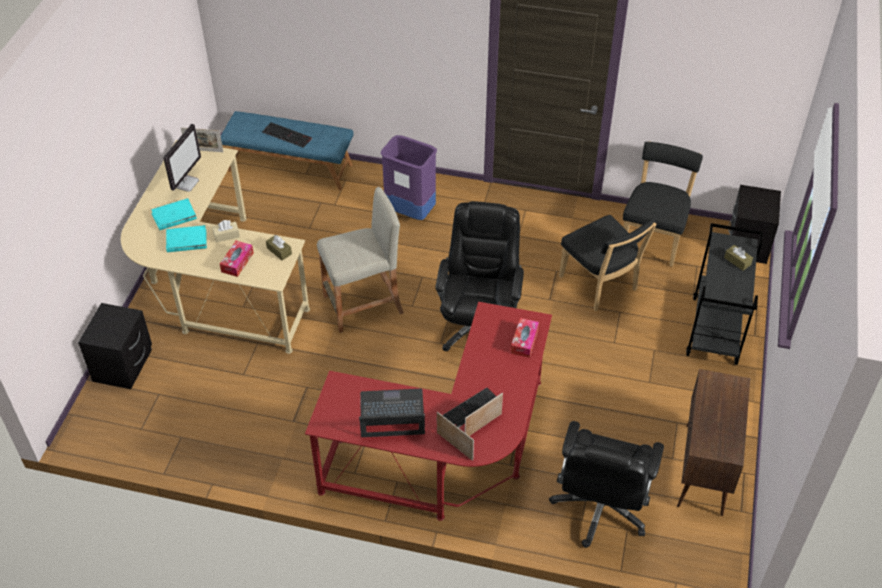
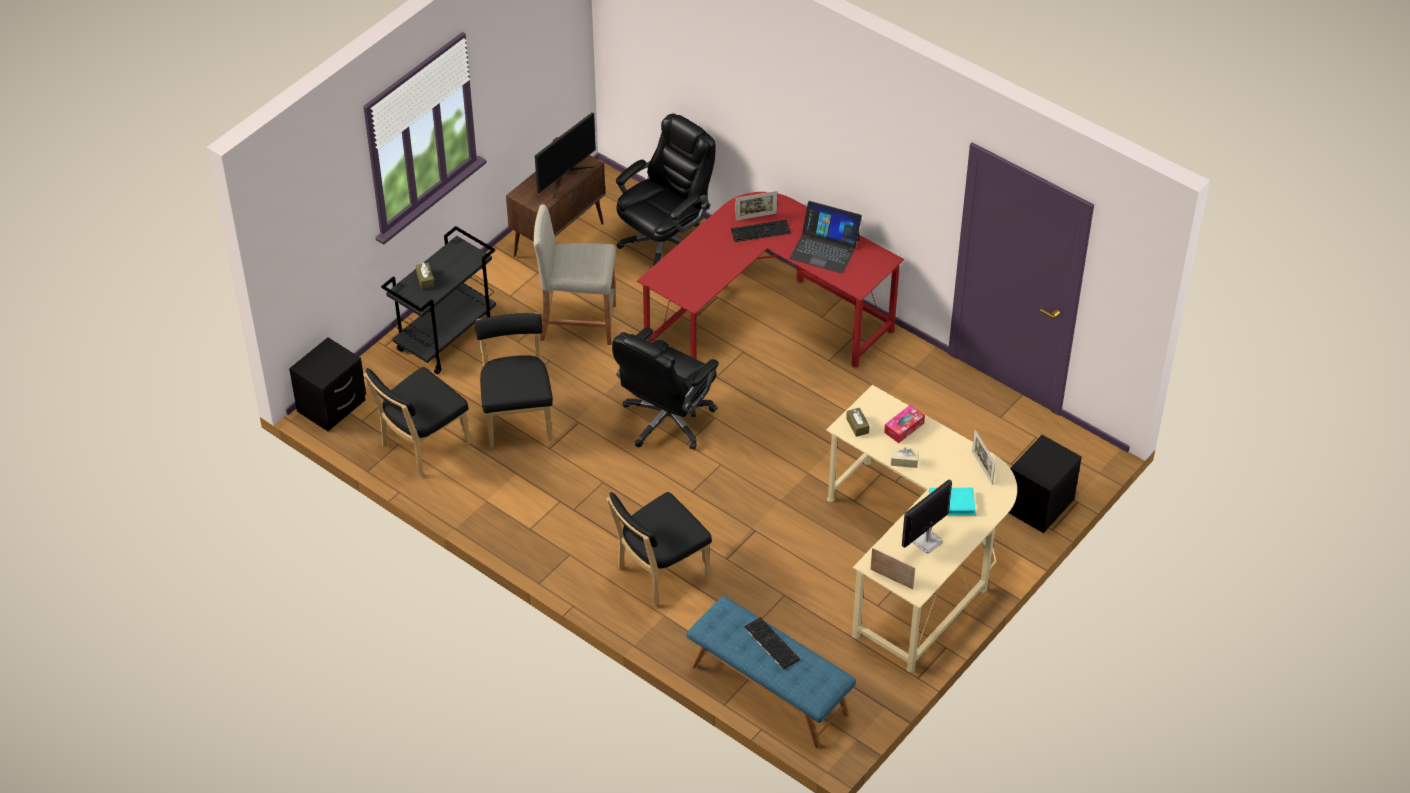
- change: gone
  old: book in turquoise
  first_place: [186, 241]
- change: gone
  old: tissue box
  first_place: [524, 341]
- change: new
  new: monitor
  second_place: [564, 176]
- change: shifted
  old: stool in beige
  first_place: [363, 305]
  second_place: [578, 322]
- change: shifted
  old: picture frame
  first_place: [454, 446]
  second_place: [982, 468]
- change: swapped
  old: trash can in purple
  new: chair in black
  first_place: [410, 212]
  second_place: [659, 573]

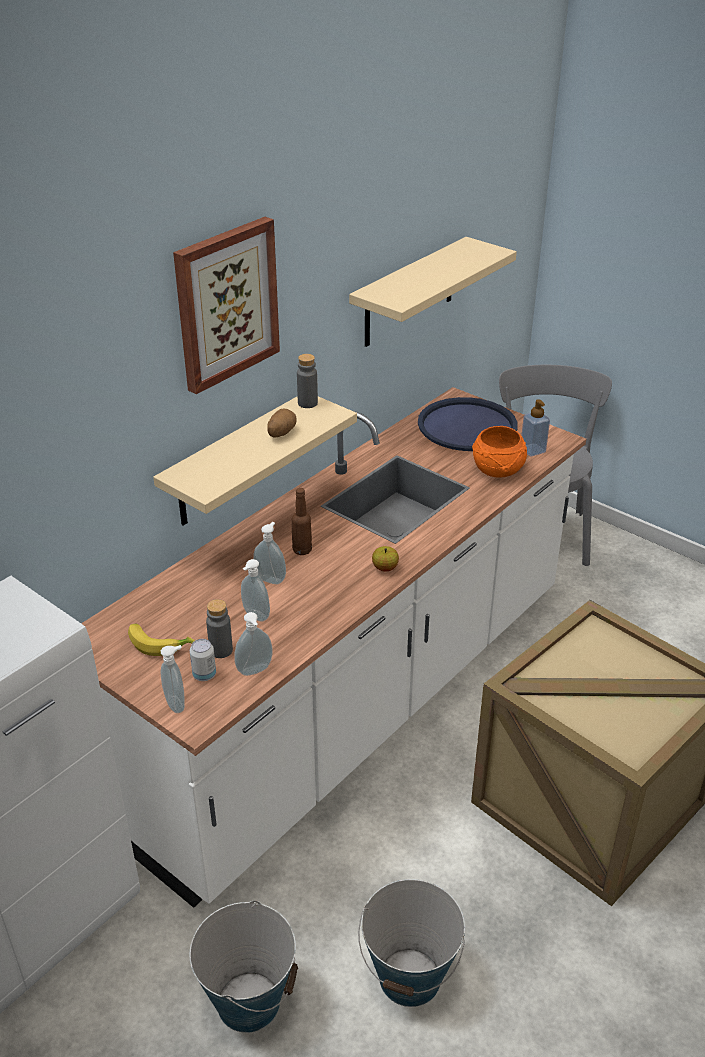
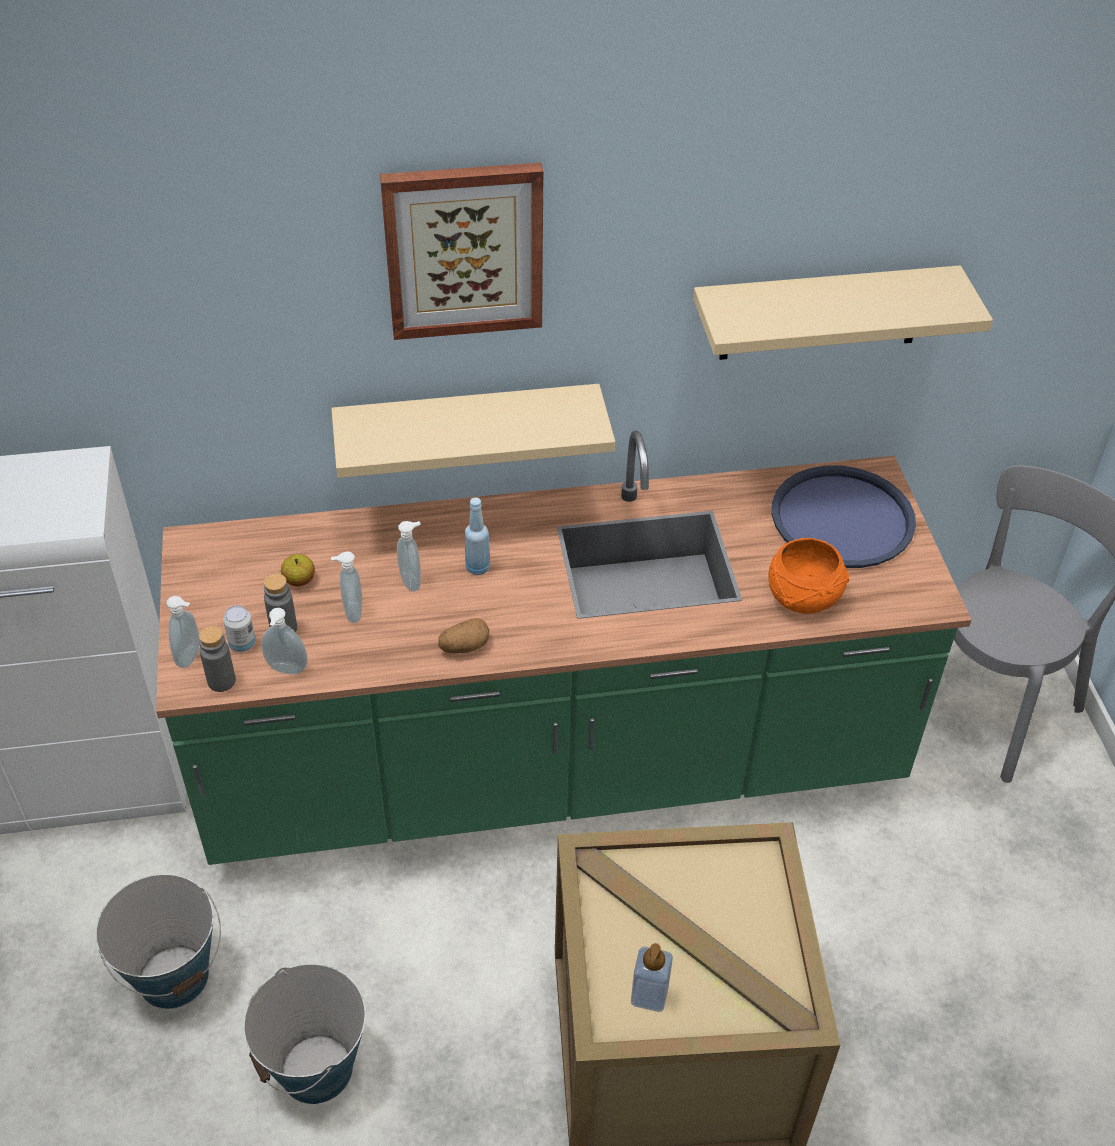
- change: gone
  old: banana
  first_place: [159, 643]
- change: shifted
  old: potato
  first_place: [281, 433]
  second_place: [464, 647]
- change: shifted
  old: bottle in grey
  first_place: [307, 403]
  second_place: [221, 681]
- change: shifted
  old: apple
  first_place: [385, 568]
  second_place: [299, 580]
- change: shifted
  old: soap dispenser
  first_place: [532, 450]
  second_place: [649, 995]
- change: repainted
  old: counter in white
  new: counter in green
  first_place: [352, 703]
  second_place: [553, 764]
- change: repainted
  old: bottle in brown
  new: bottle in blue
  first_place: [302, 550]
  second_place: [477, 567]

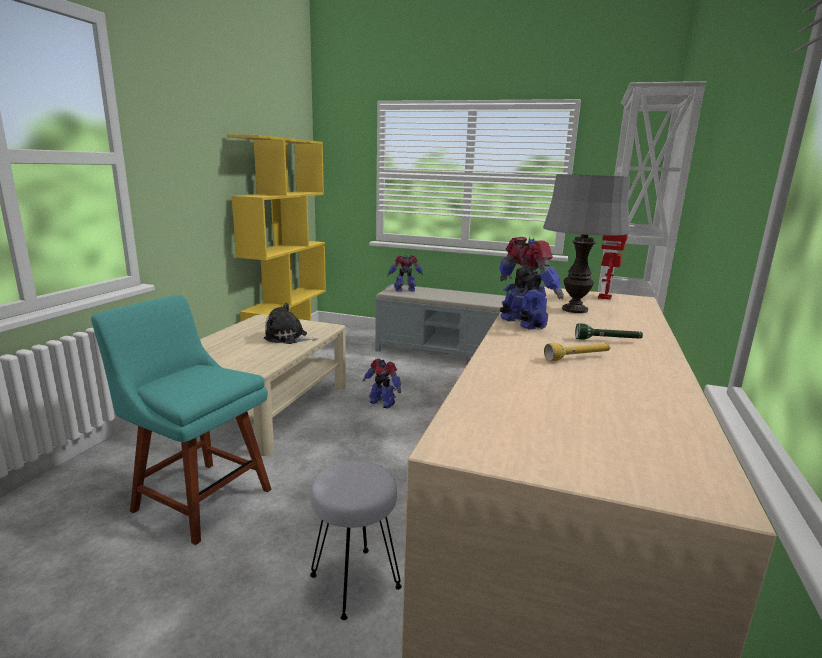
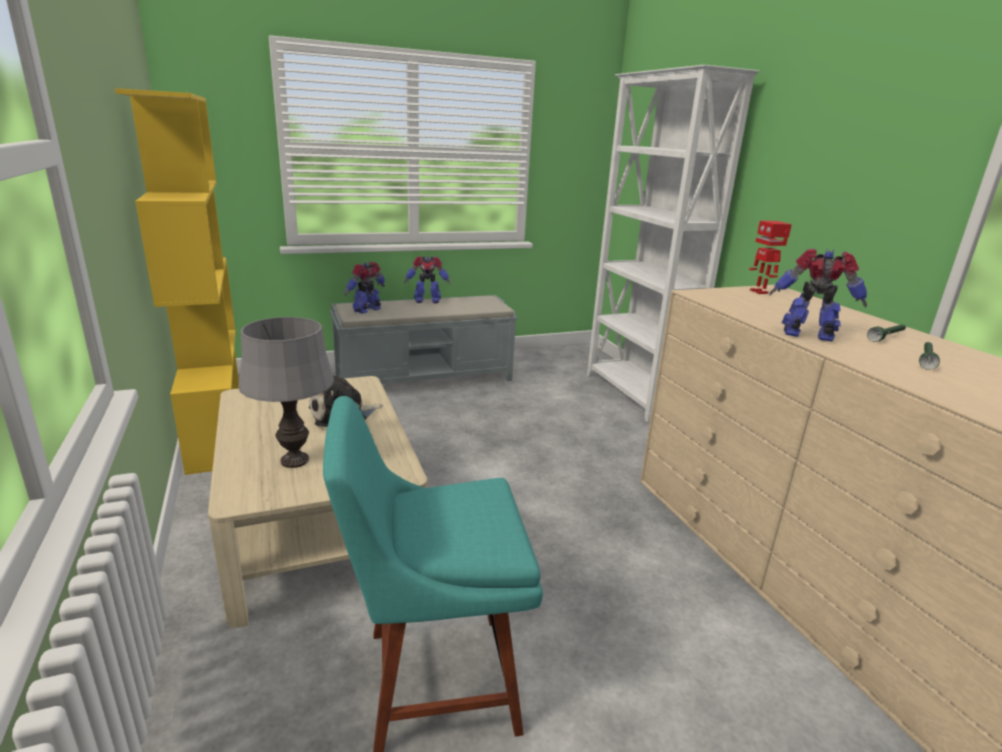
- change: gone
  old: stool in grey
  first_place: [354, 582]
- change: shifted
  old: toy robot
  first_place: [382, 402]
  second_place: [427, 301]
- change: shifted
  old: table lamp in grey
  first_place: [574, 310]
  second_place: [295, 461]
- change: repainted
  old: flashlight in yellow
  new: flashlight in green
  first_place: [577, 358]
  second_place: [926, 360]

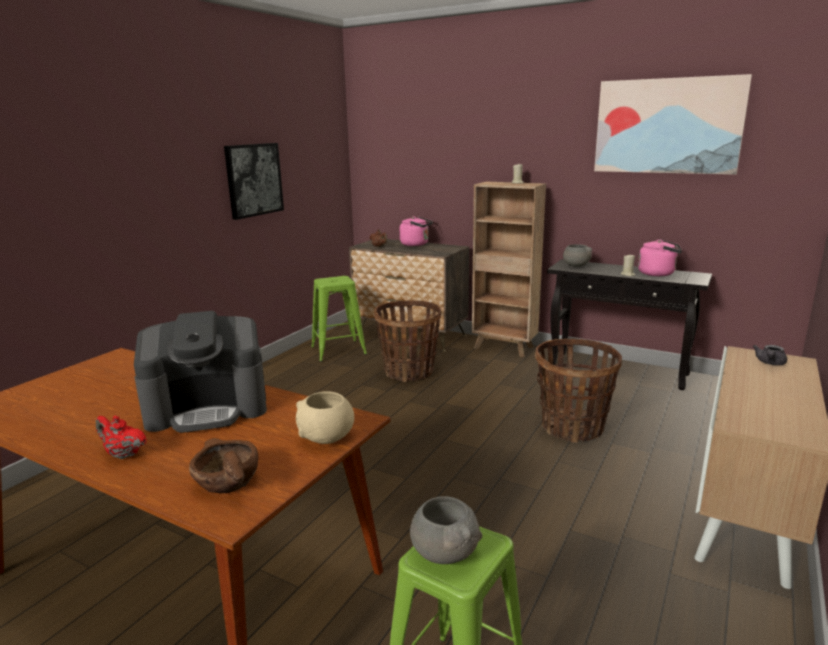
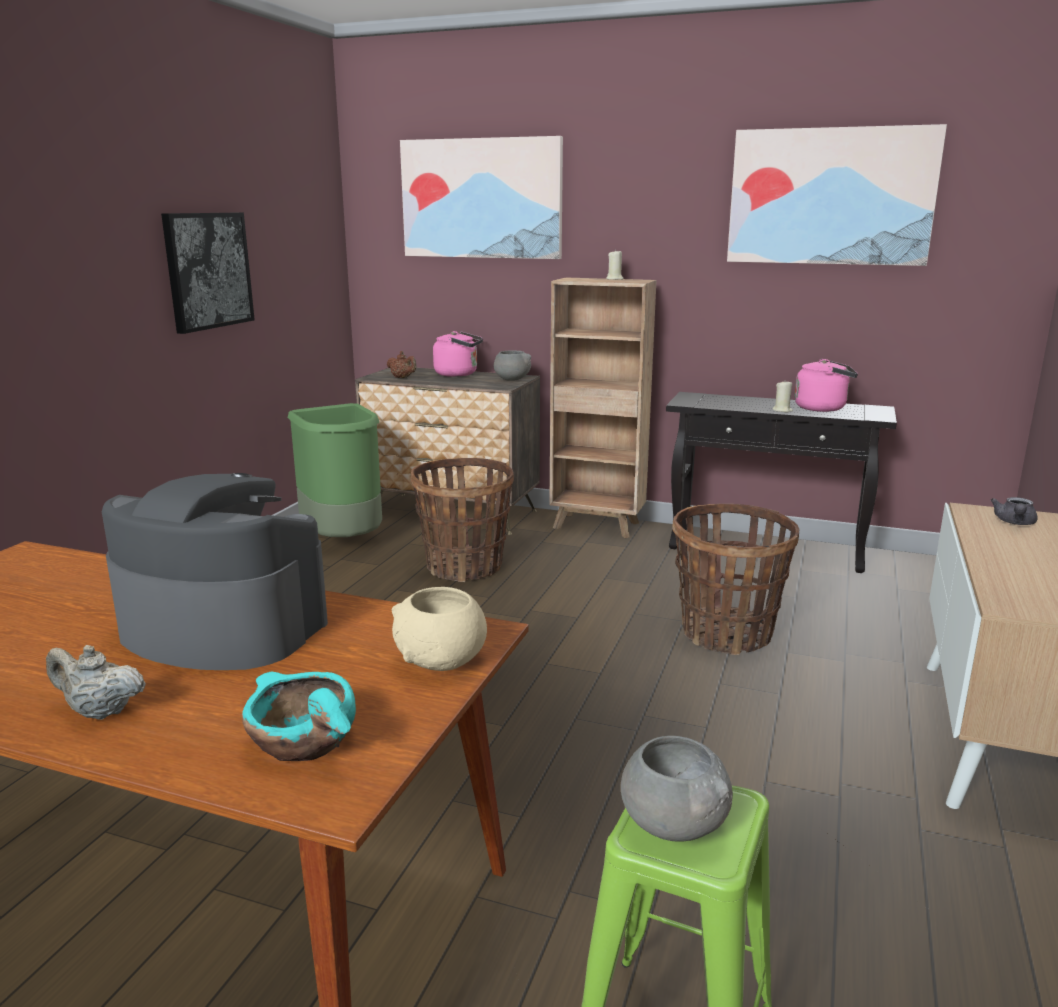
- change: new
  new: picture
  second_place: [482, 199]
- change: shifted
  old: bowl in grey
  first_place: [576, 265]
  second_place: [512, 379]
- change: swapped
  old: stool in green
  new: trash can in green
  first_place: [338, 351]
  second_place: [345, 541]
- change: repainted
  old: teapot in red
  new: teapot in beige
  first_place: [123, 454]
  second_place: [100, 712]
- change: repainted
  old: bowl in brown
  new: bowl in turquoise
  first_place: [227, 481]
  second_place: [303, 741]
- change: rotated
  old: coffee machine
  first_place: [208, 408]
  second_place: [222, 628]
  degrees: -135

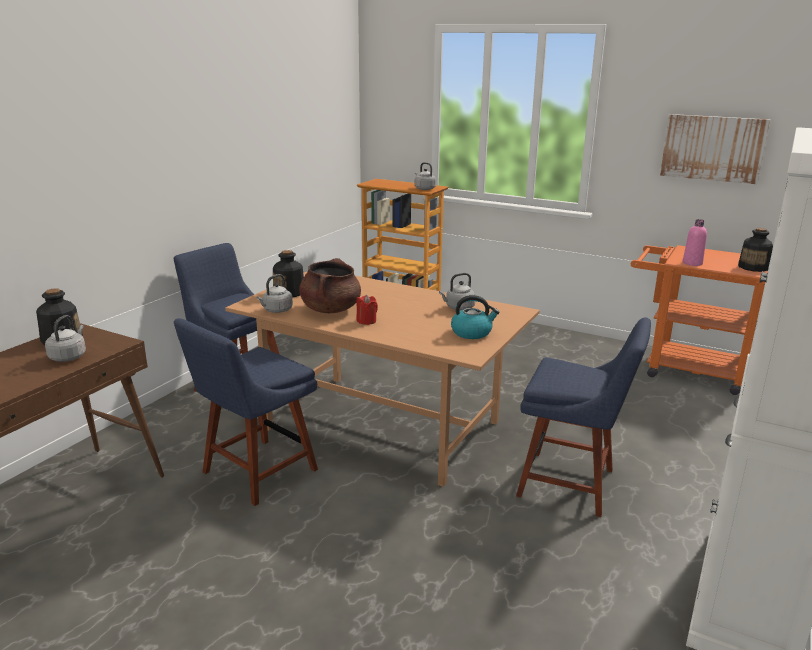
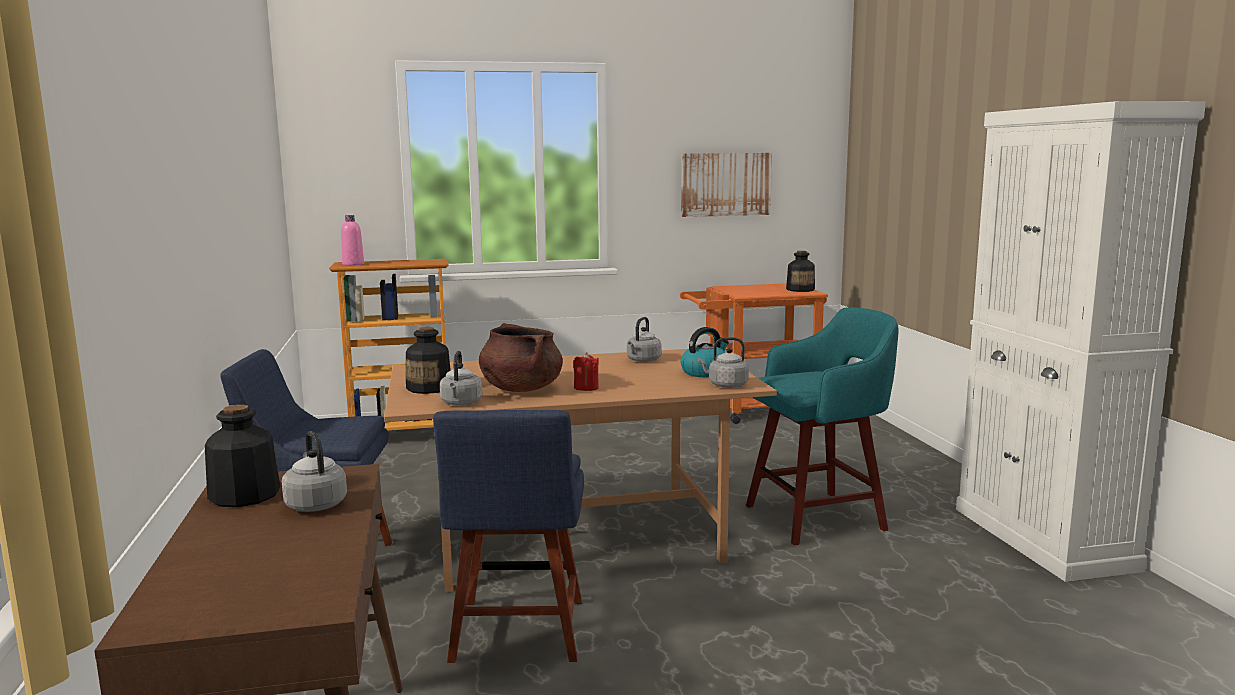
- change: shifted
  old: kettle in grey
  first_place: [424, 188]
  second_place: [725, 385]
- change: shifted
  old: bottle in pink
  first_place: [692, 263]
  second_place: [353, 264]
- change: swapped
  old: chair in blue
  new: stool in turquoise
  first_place: [572, 484]
  second_place: [819, 517]

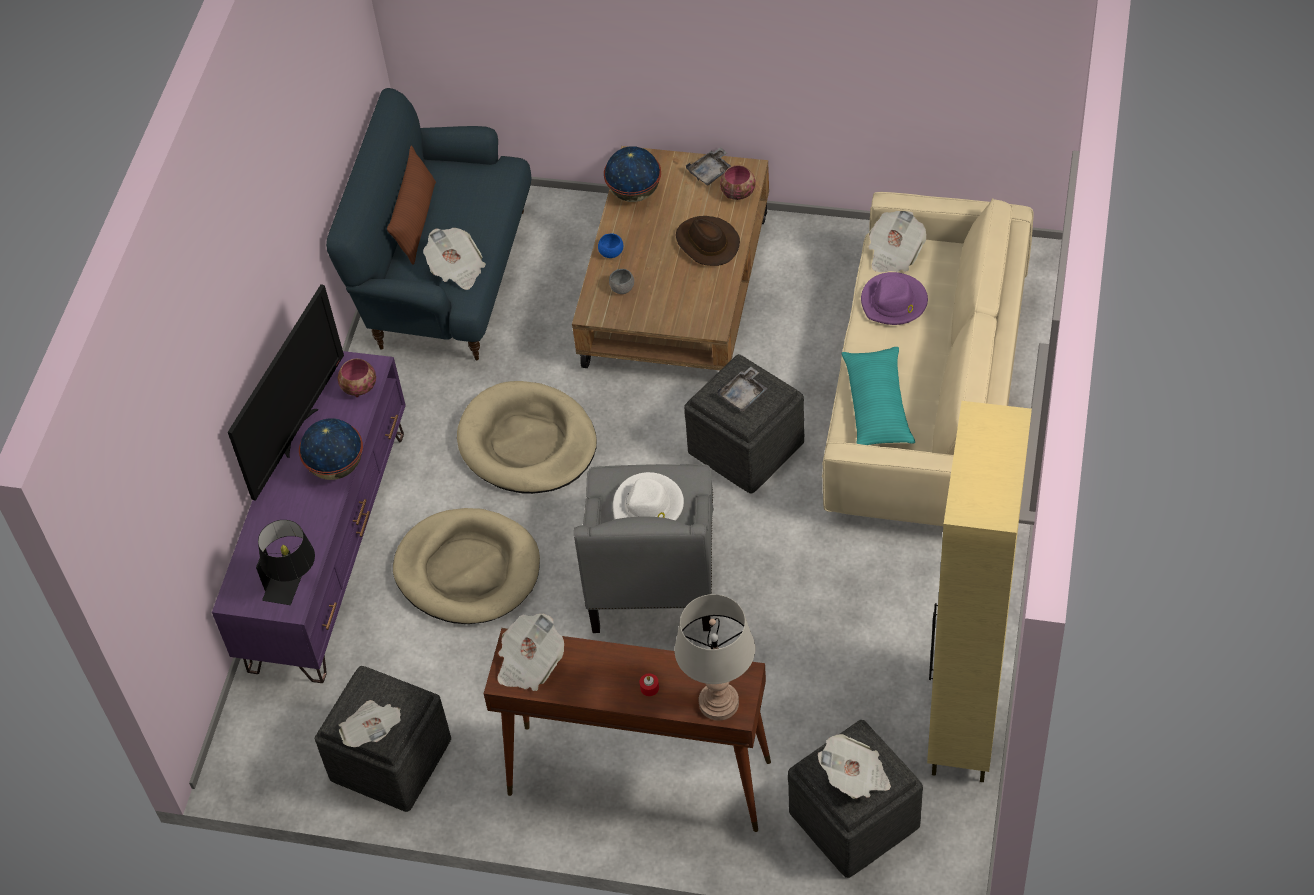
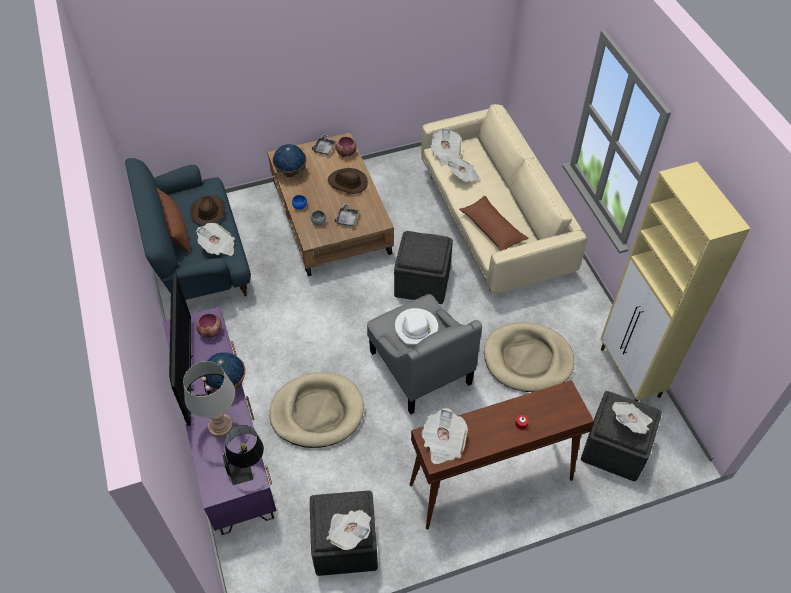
- change: new
  new: hat in brown
  second_place: [208, 211]
- change: shifted
  old: dog bed in beige
  first_place: [527, 443]
  second_place: [527, 359]
- change: shifted
  old: table lamp in grey
  first_place: [719, 703]
  second_place: [221, 426]
- change: shifted
  old: tray in grey
  first_place: [743, 395]
  second_place: [347, 218]
- change: swapped
  old: hat in purple
  new: newspaper
  first_place: [894, 302]
  second_place: [463, 176]
- change: repainted
  old: pillow in turquoise
  new: pillow in brown
  first_place: [877, 405]
  second_place: [492, 229]

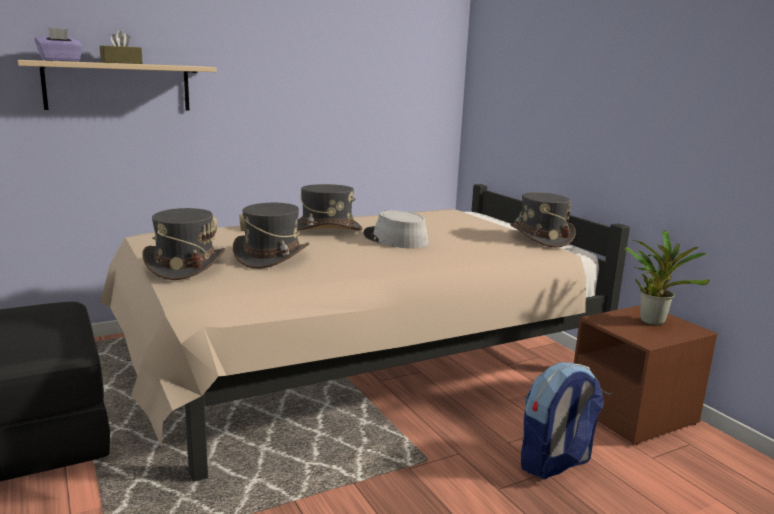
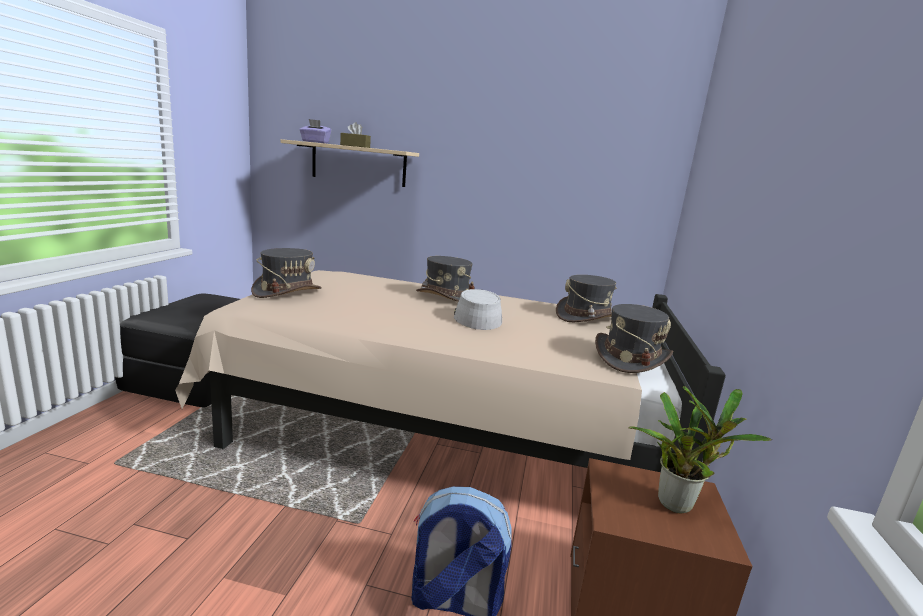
- change: shifted
  old: hat in grey
  first_place: [271, 257]
  second_place: [586, 317]

